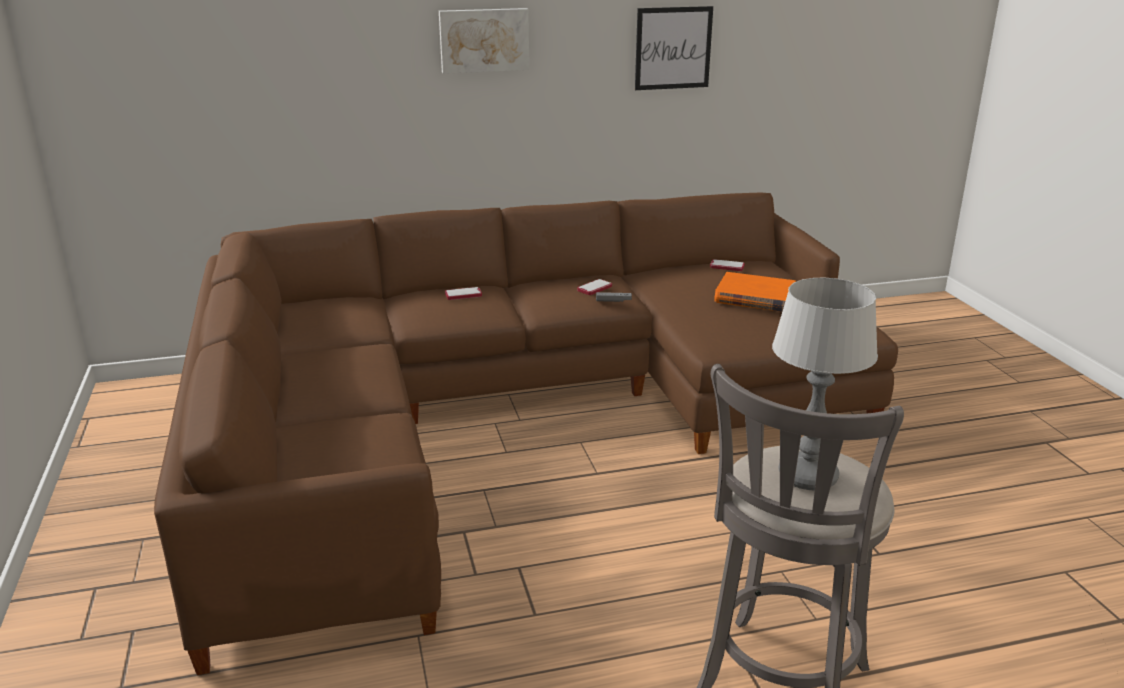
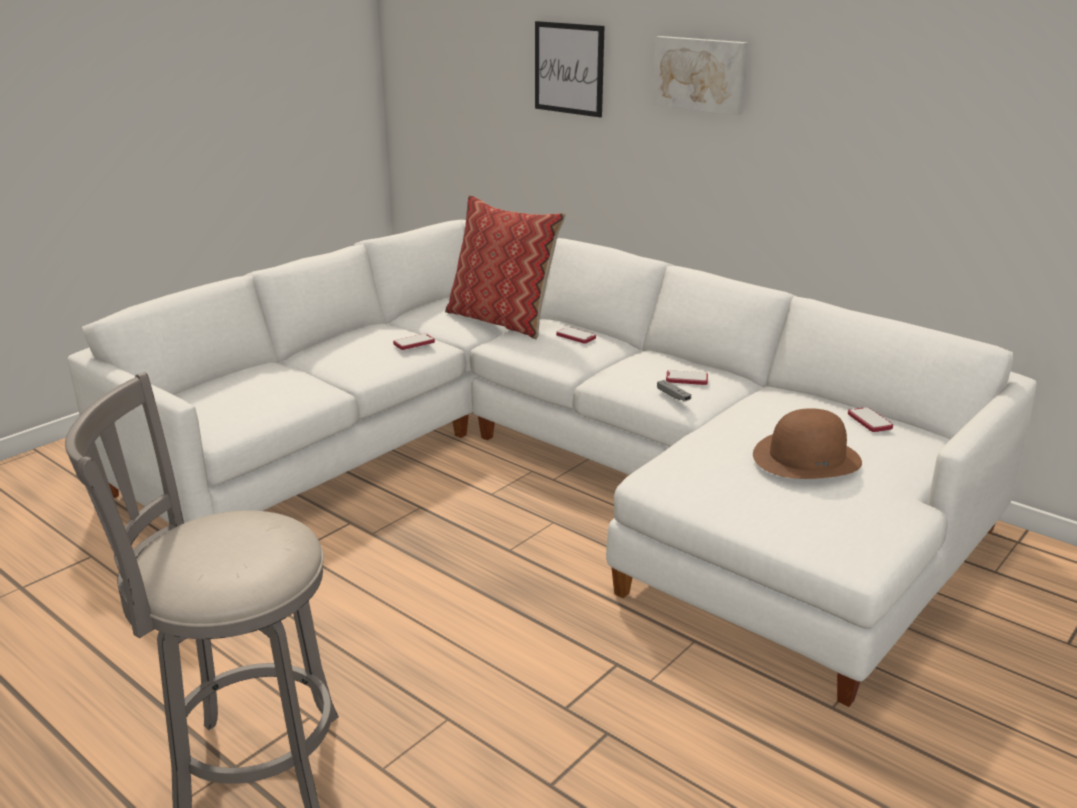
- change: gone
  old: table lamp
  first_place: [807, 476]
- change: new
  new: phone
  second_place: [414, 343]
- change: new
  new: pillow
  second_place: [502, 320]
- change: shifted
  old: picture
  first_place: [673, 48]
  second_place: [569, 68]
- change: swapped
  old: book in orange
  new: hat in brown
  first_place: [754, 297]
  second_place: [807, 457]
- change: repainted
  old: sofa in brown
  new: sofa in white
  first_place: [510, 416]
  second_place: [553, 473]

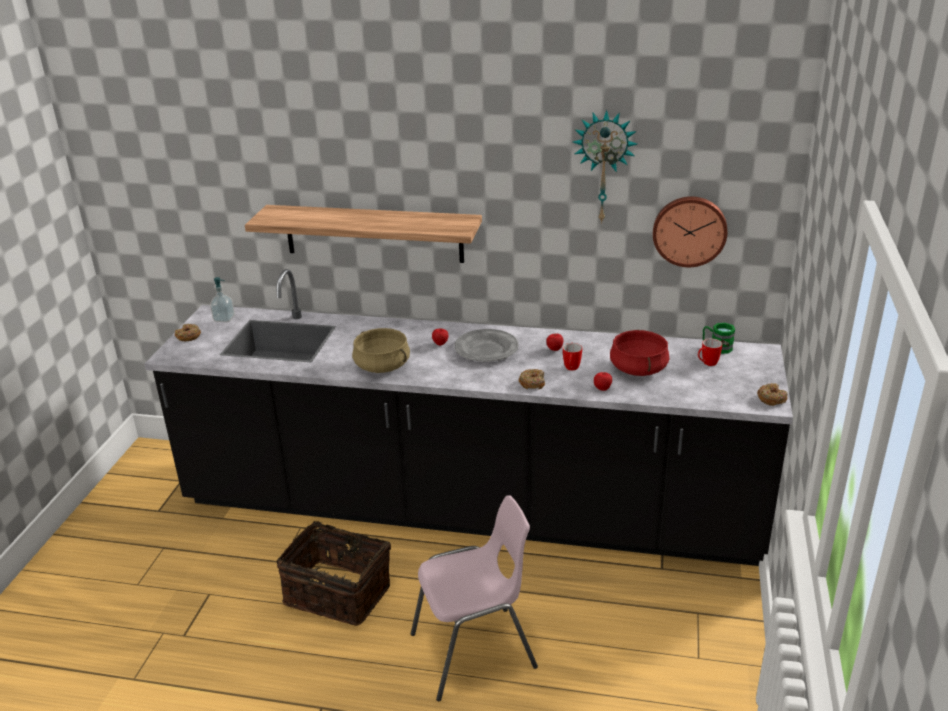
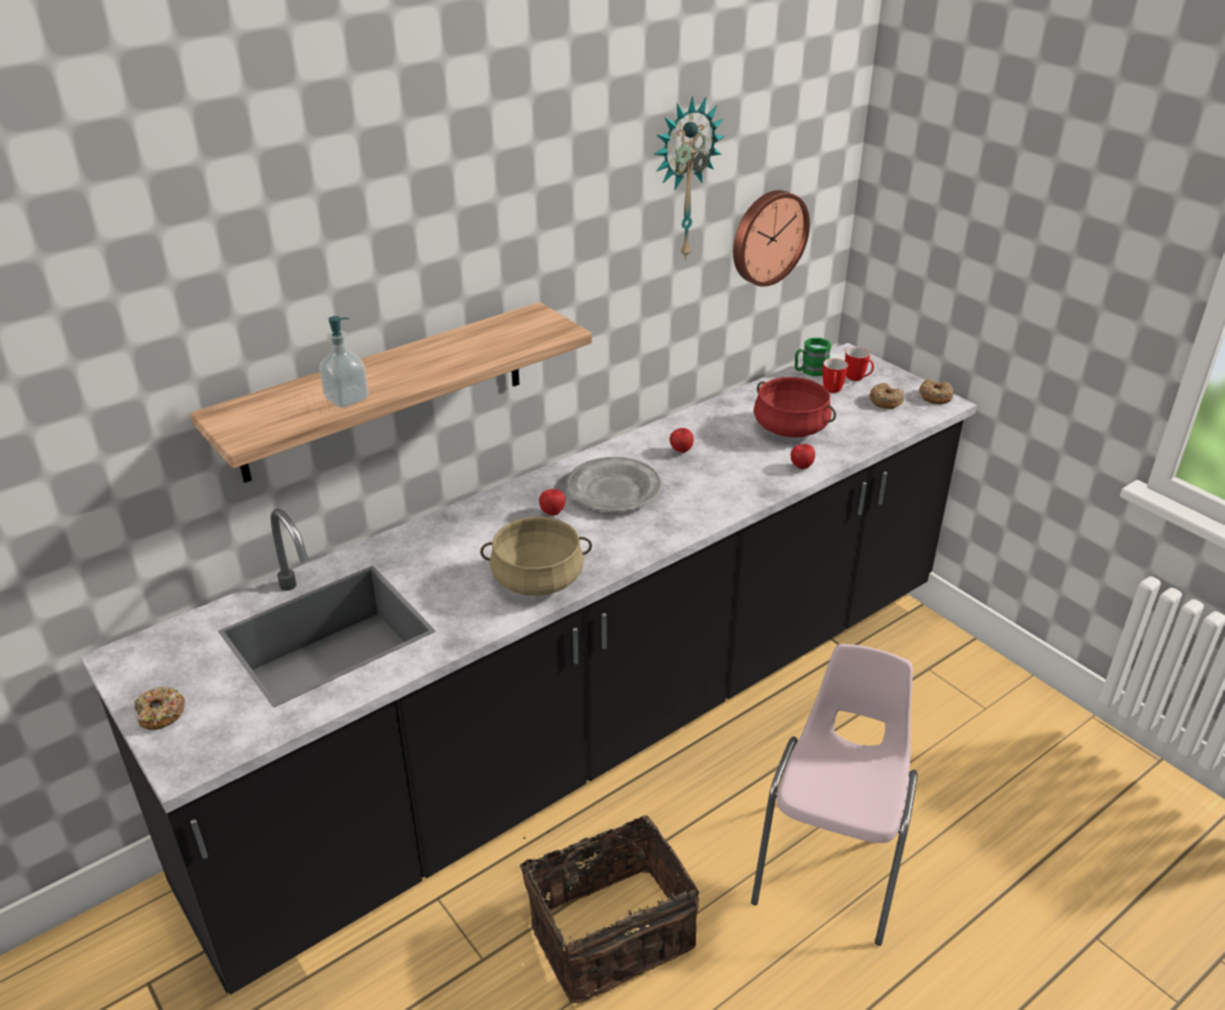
- change: shifted
  old: soap dispenser
  first_place: [224, 318]
  second_place: [346, 398]
- change: shifted
  old: donut
  first_place: [532, 383]
  second_place: [885, 401]
- change: shifted
  old: mug
  first_place: [571, 369]
  second_place: [858, 379]

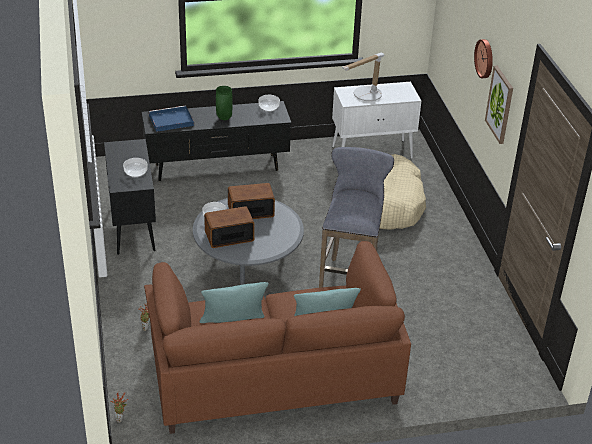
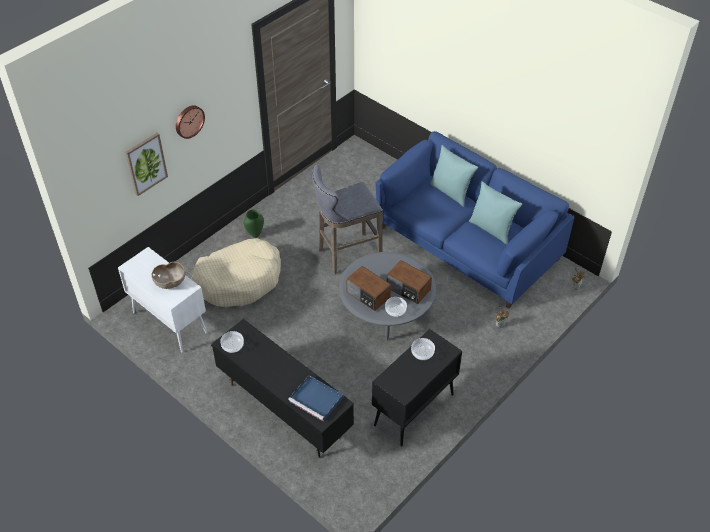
- change: shifted
  old: vase in green
  first_place: [224, 118]
  second_place: [255, 234]
- change: shifted
  old: picture
  first_place: [500, 104]
  second_place: [146, 164]
- change: swapped
  old: table lamp
  new: bowl in brown
  first_place: [364, 96]
  second_place: [170, 282]
- change: repainted
  old: sofa in brown
  new: sofa in blue
  first_place: [274, 373]
  second_place: [467, 244]

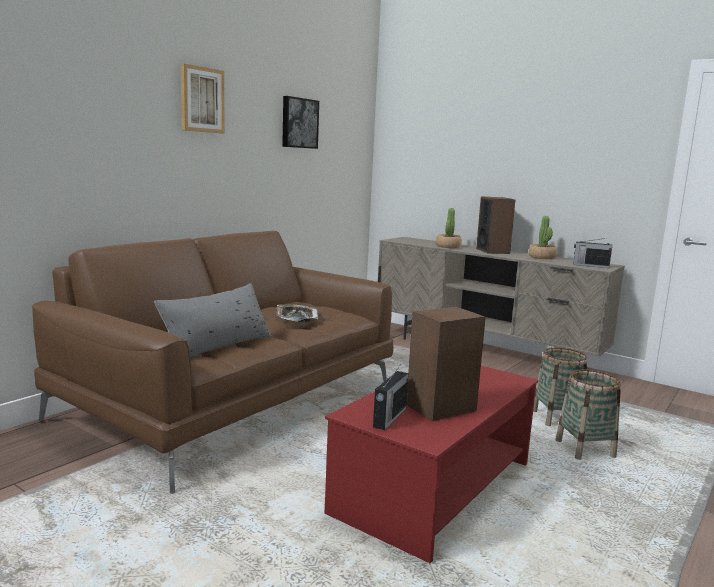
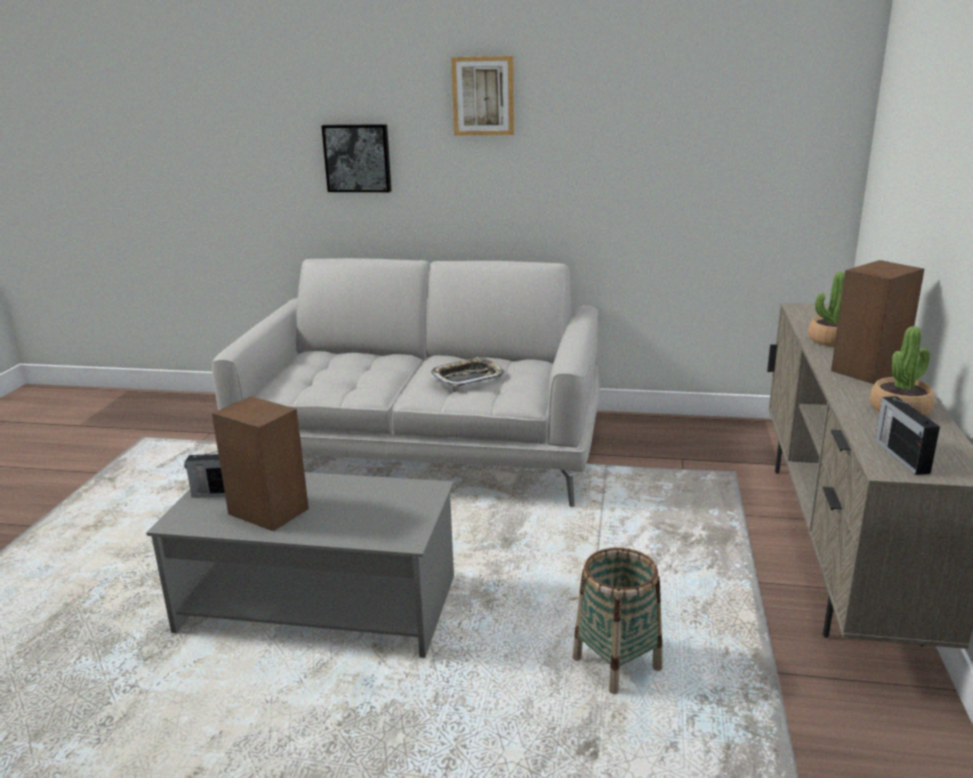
- change: gone
  old: pillow in grey
  first_place: [217, 346]
- change: gone
  old: basket
  first_place: [585, 449]
- change: shifted
  old: picture
  first_place: [299, 123]
  second_place: [358, 158]
- change: repainted
  old: sofa in brown
  new: sofa in grey
  first_place: [234, 401]
  second_place: [424, 446]
- change: repainted
  old: coffee table in red
  new: coffee table in grey
  first_place: [435, 487]
  second_place: [320, 604]

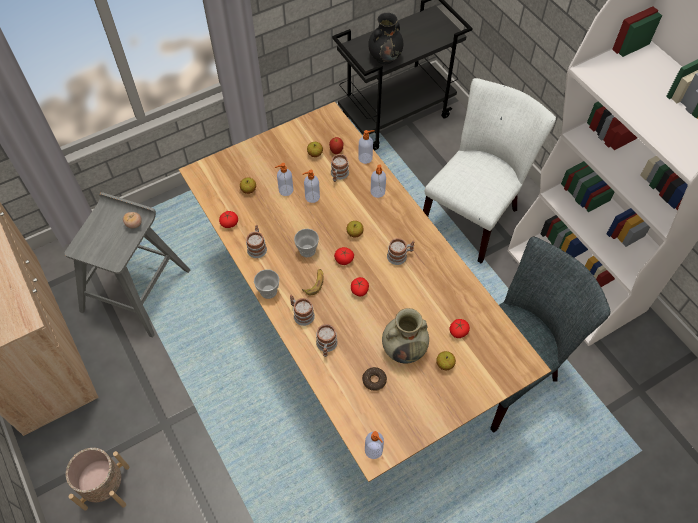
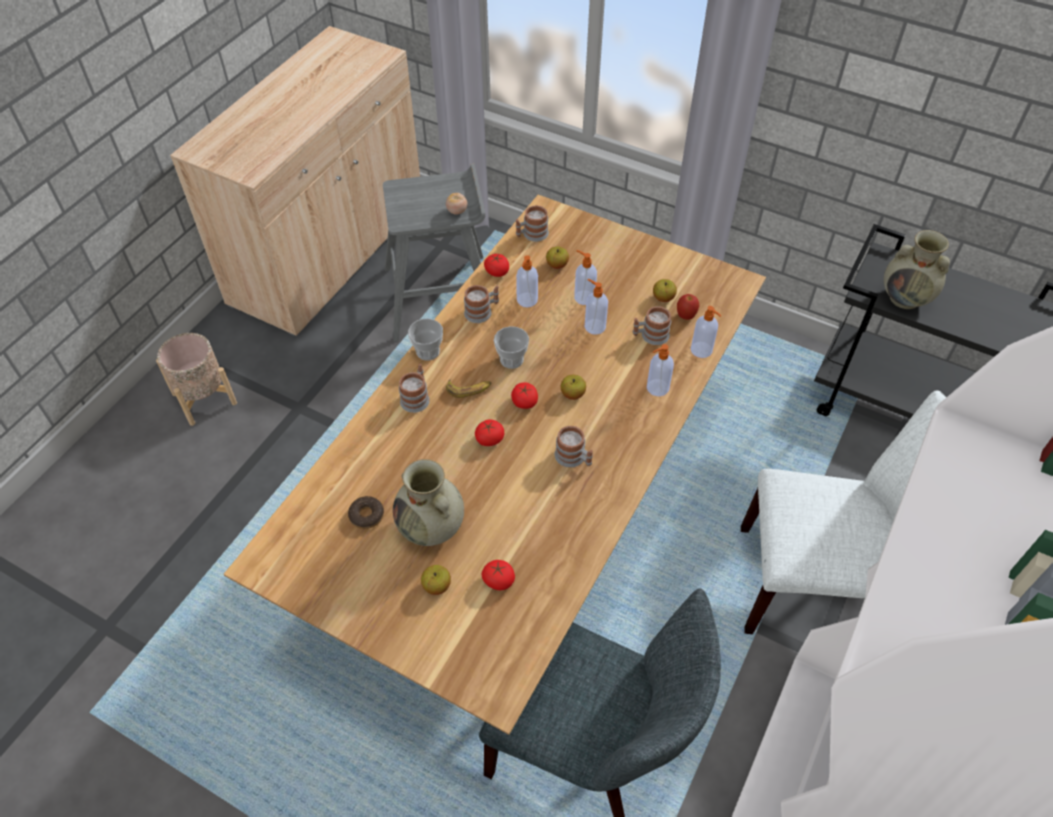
- change: shifted
  old: mug
  first_place: [326, 346]
  second_place: [531, 235]
- change: shifted
  old: soap dispenser
  first_place: [374, 451]
  second_place: [526, 300]
- change: repainted
  old: vase in black
  new: vase in beige
  first_place: [385, 57]
  second_place: [905, 298]

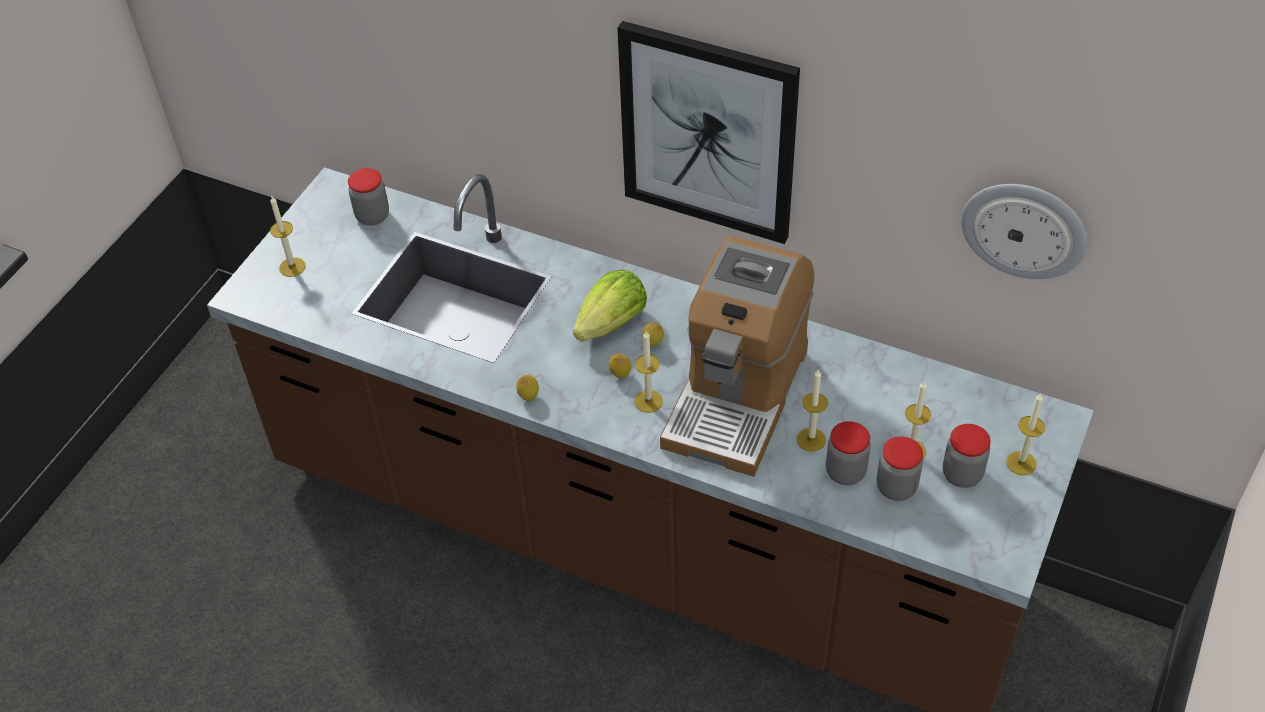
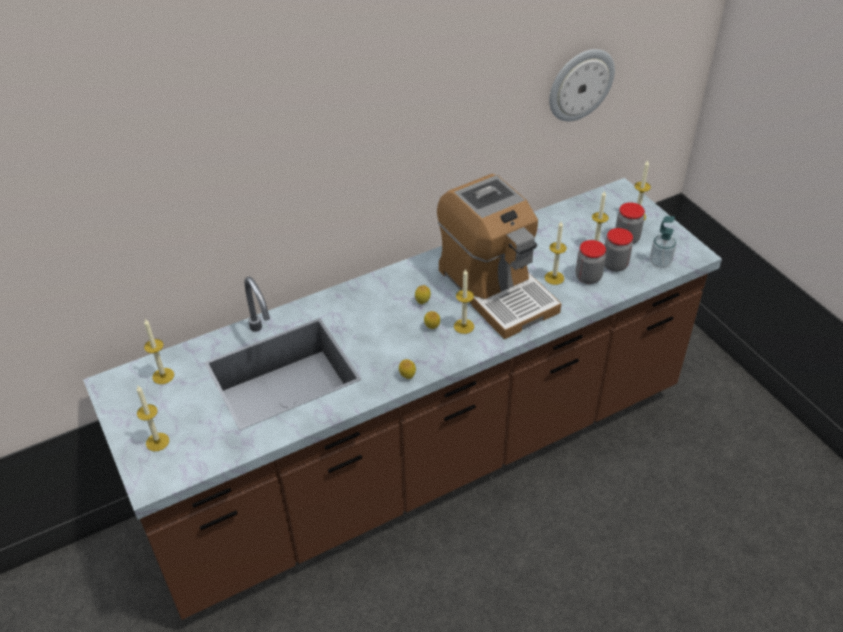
- change: gone
  old: lettuce
  first_place: [612, 323]
- change: gone
  old: picture
  first_place: [708, 133]
- change: new
  new: soap dispenser
  second_place: [660, 262]
- change: swapped
  old: jar
  new: candle
  first_place: [372, 216]
  second_place: [163, 376]

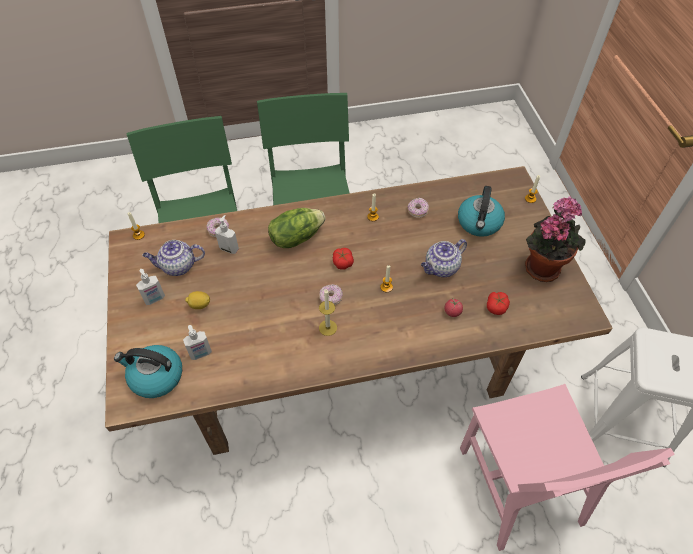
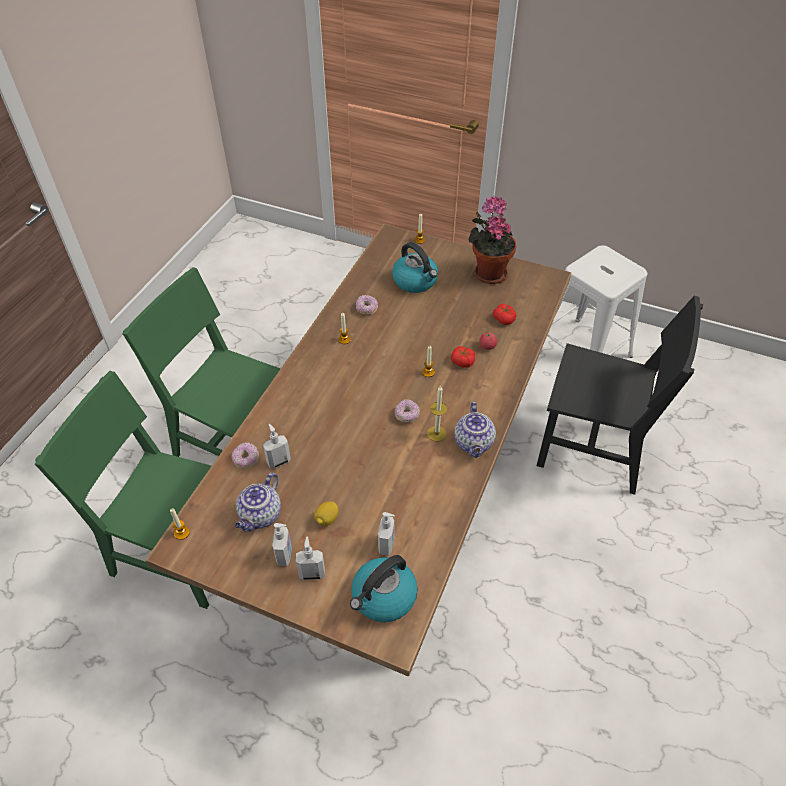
- change: gone
  old: lettuce
  first_place: [296, 237]
- change: new
  new: soap dispenser
  second_place: [312, 573]
- change: shifted
  old: tomato
  first_place: [342, 262]
  second_place: [462, 362]
- change: shifted
  old: teapot
  first_place: [441, 268]
  second_place: [474, 443]
- change: repainted
  old: chair in pink
  new: chair in black
  first_place: [519, 485]
  second_place: [592, 448]

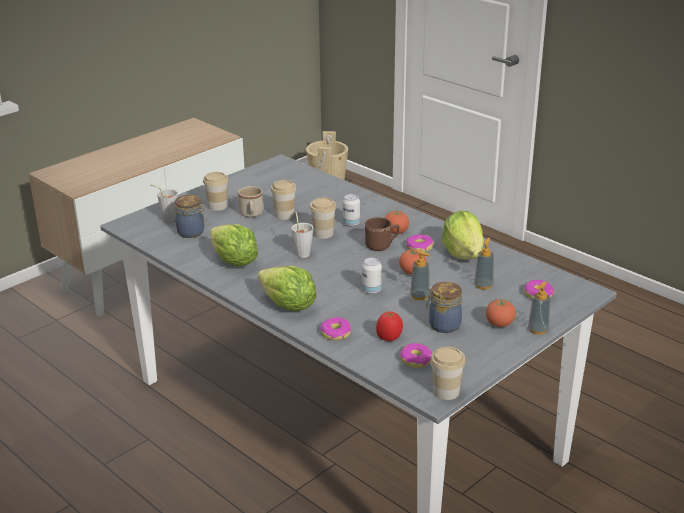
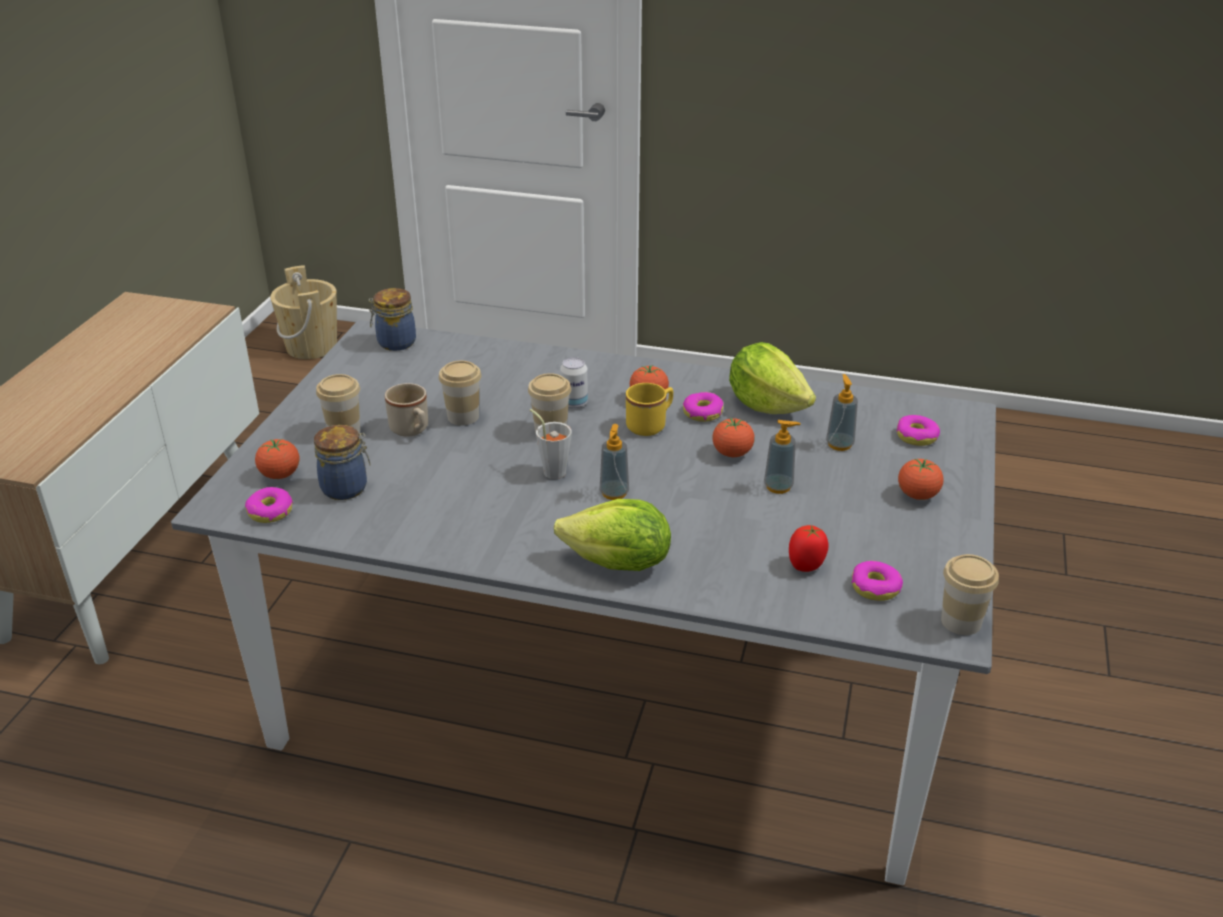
- change: gone
  old: lettuce
  first_place: [234, 262]
- change: gone
  old: can
  first_place: [371, 290]
- change: shifted
  old: donut
  first_place: [335, 333]
  second_place: [270, 512]
- change: shifted
  old: jar
  first_place: [443, 325]
  second_place: [395, 342]
- change: shifted
  old: soap dispenser
  first_place: [537, 330]
  second_place: [614, 493]
- change: swapped
  old: cup in grey
  new: tomato
  first_place: [167, 218]
  second_place: [280, 475]
- change: repainted
  old: mug in brown
  new: mug in yellow
  first_place: [382, 245]
  second_place: [650, 425]

